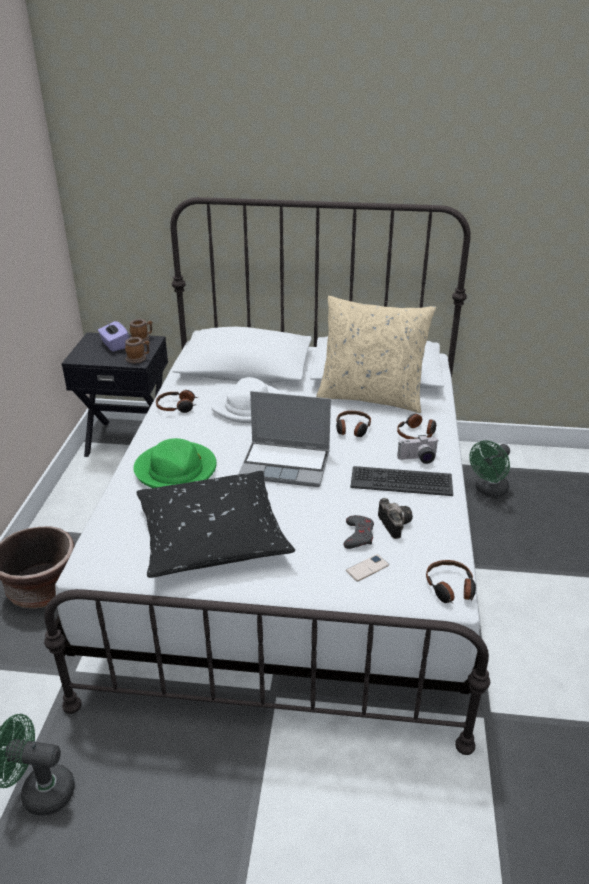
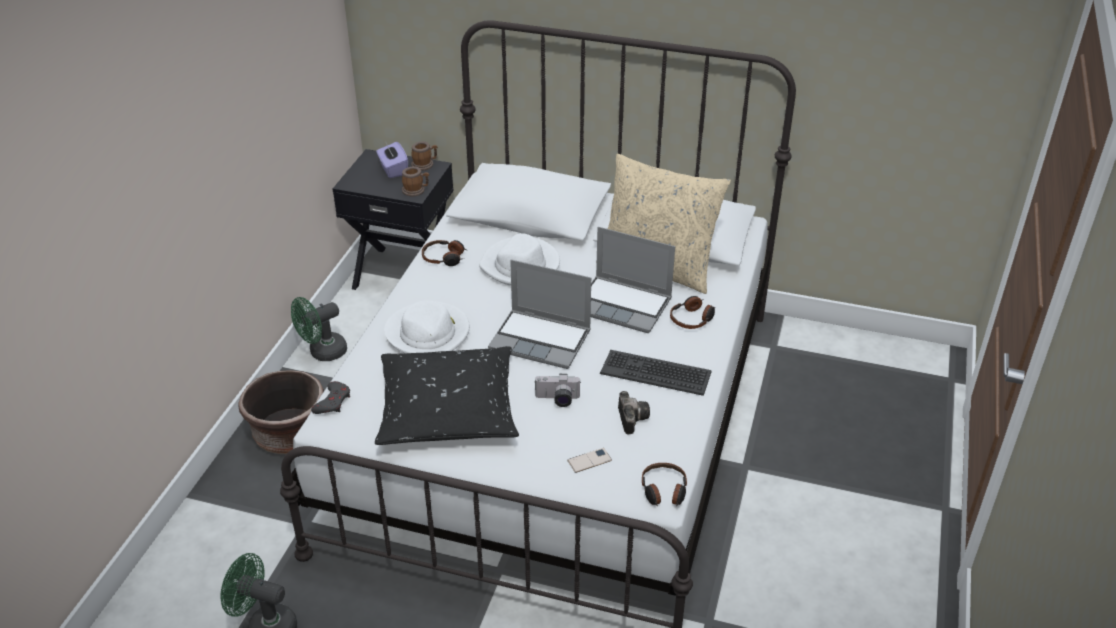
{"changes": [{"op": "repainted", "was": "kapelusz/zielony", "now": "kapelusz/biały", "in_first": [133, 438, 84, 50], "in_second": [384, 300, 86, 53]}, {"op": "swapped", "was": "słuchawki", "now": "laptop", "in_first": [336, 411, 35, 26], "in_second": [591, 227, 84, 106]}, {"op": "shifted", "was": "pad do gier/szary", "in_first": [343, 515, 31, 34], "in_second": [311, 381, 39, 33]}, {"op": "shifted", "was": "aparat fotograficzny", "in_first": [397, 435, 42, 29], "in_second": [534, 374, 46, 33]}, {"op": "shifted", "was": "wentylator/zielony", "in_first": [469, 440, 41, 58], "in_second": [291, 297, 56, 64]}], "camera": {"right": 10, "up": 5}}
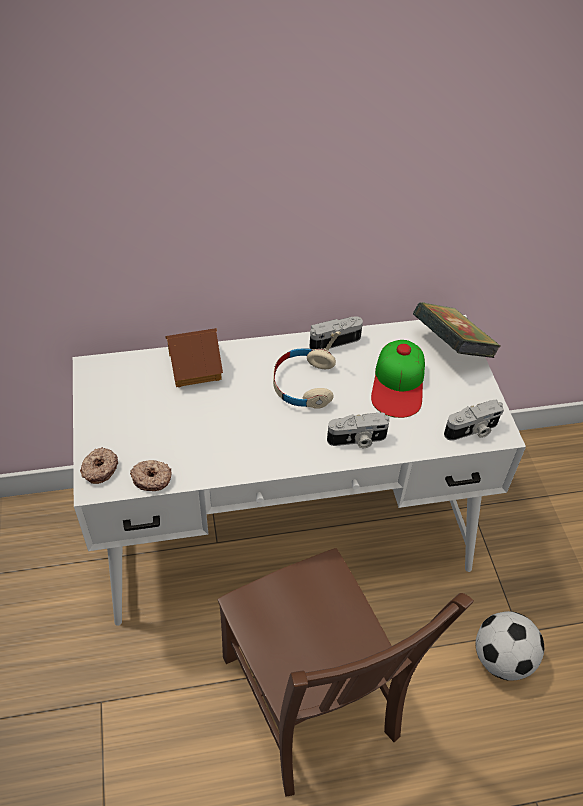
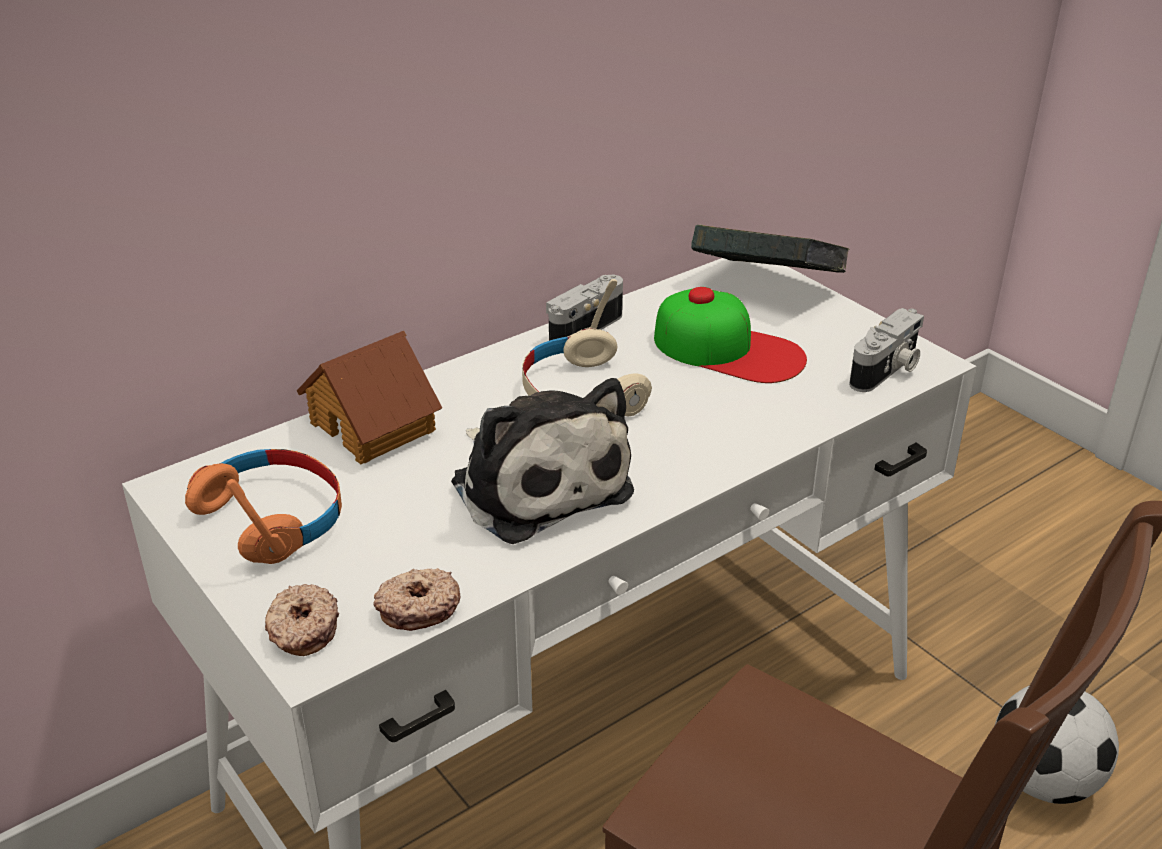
{"changes": [{"op": "gone", "was": "aparat fotograficzny", "in_first": [327, 412, 63, 36]}, {"op": "rotated", "was": "czapka z daszkiem", "in_first": [371, 340, 54, 78], "in_second": [654, 287, 153, 96], "clockwise": -45}, {"op": "new", "now": "słuchawki/pomarańczowy", "in_second": [185, 449, 157, 115]}, {"op": "new", "now": "pluszak", "in_second": [451, 378, 183, 166]}], "camera": {"right": -25, "up": -15}}
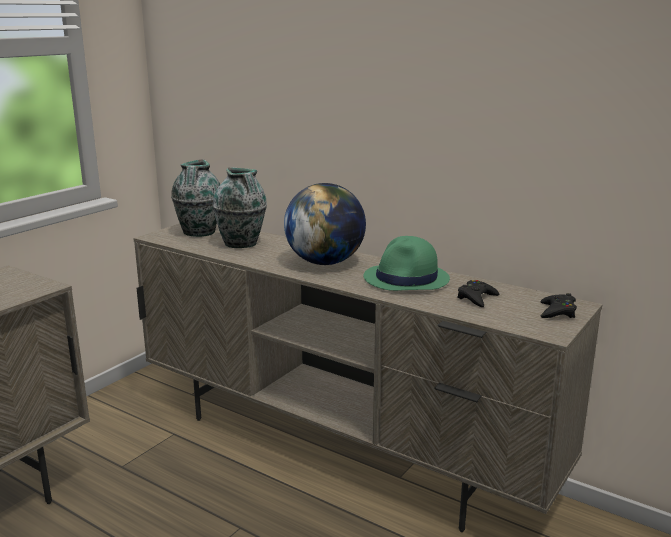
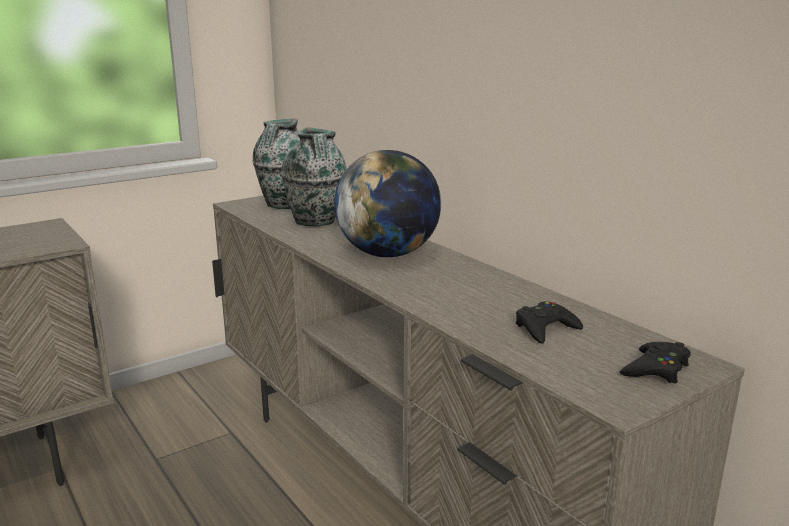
{"changes": [{"op": "gone", "was": "kapelusz/zielony", "in_first": [363, 236, 87, 55]}], "camera": {"right": 20, "up": 0}}
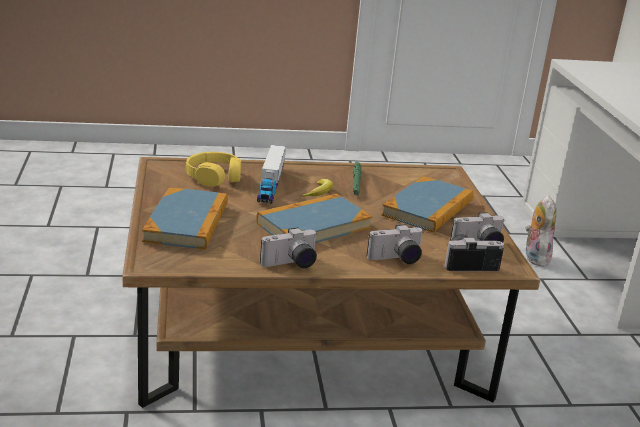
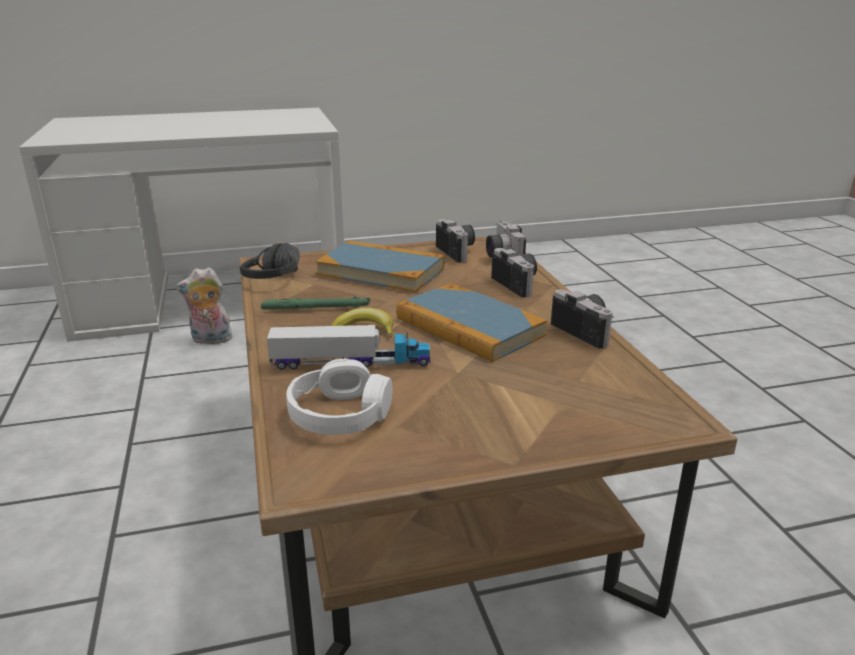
{"changes": [{"op": "gone", "was": "książka", "in_first": [142, 187, 86, 63]}, {"op": "repainted", "was": "słuchawki/żółty", "now": "słuchawki/biały", "in_first": [186, 152, 55, 35], "in_second": [286, 359, 106, 76]}, {"op": "new", "now": "słuchawki/czarny", "in_second": [240, 243, 60, 36]}], "camera": {"right": -95, "up": 0}}
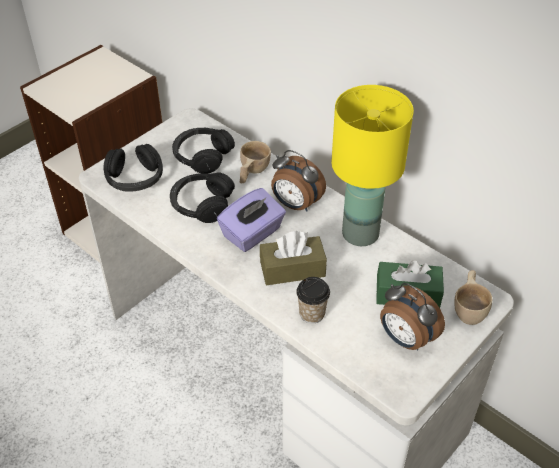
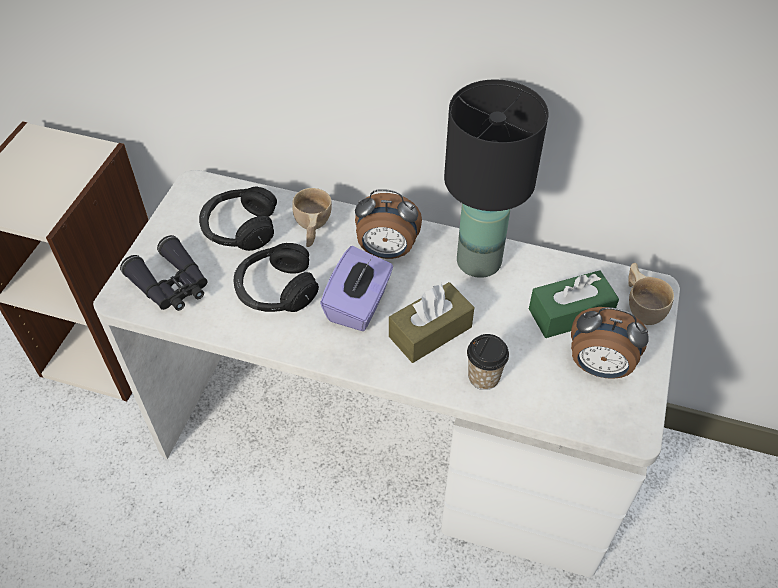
{"changes": [{"op": "swapped", "was": "słuchawki/czarny", "now": "lornetka/czarny", "in_first": [103, 144, 60, 48], "in_second": [120, 235, 88, 76]}, {"op": "repainted", "was": "lampa stołowa/żółty", "now": "lampa stołowa/czarny", "in_first": [332, 85, 82, 161], "in_second": [444, 79, 105, 199]}], "camera": {"right": -25, "up": 5}}
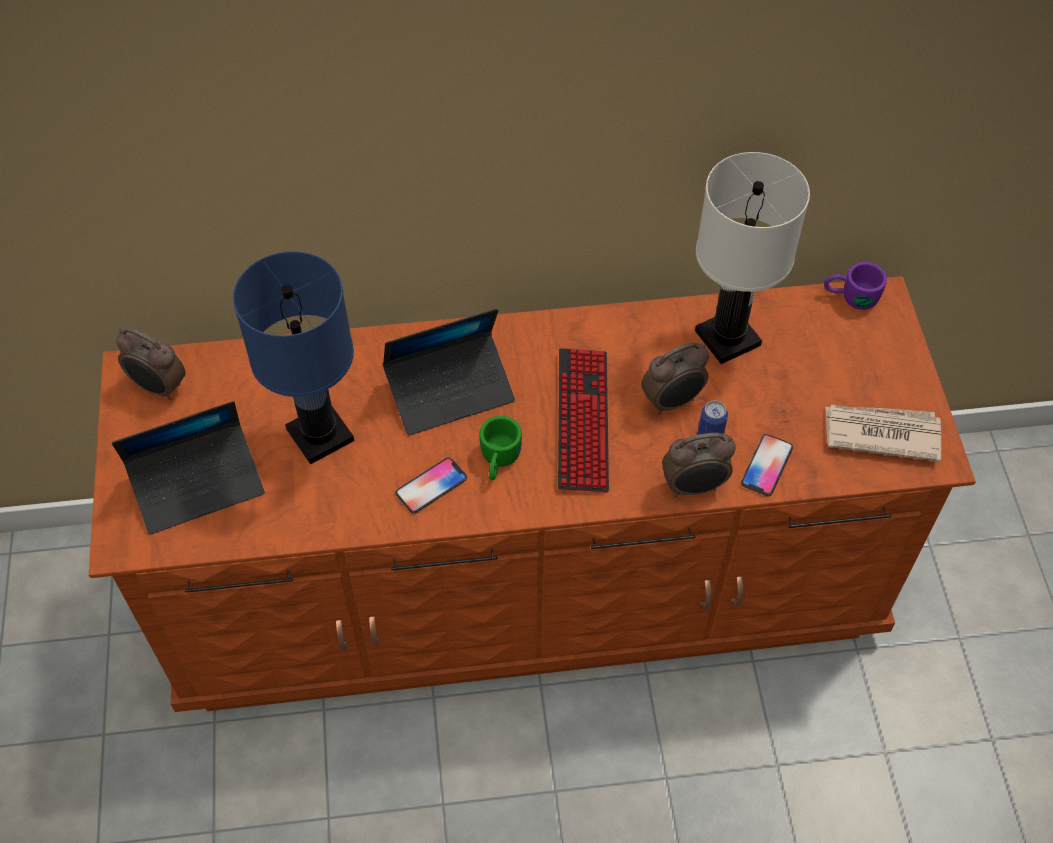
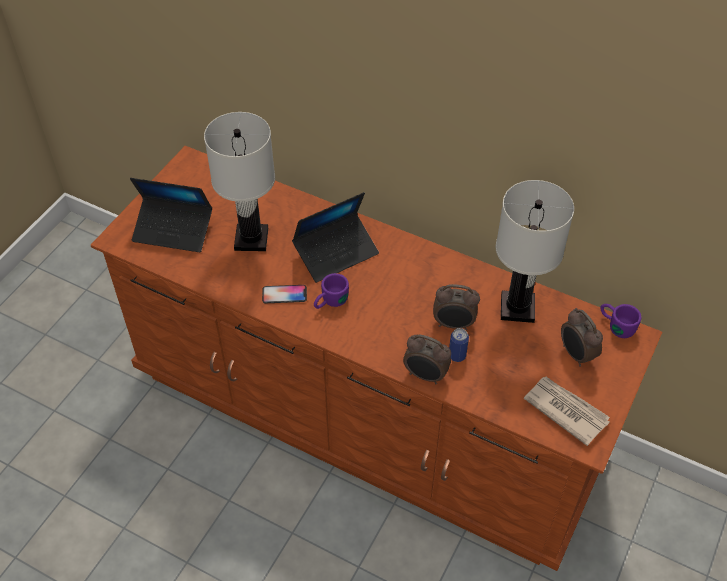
{"changes": [{"op": "shifted", "was": "budzik", "in_first": [116, 328, 70, 72], "in_second": [561, 308, 42, 59]}, {"op": "repainted", "was": "lampa stołowa/niebieski", "now": "lampa stołowa/biały", "in_first": [233, 251, 121, 213], "in_second": [204, 112, 71, 139]}, {"op": "rotated", "was": "laptop", "in_first": [383, 308, 132, 127], "in_second": [292, 192, 87, 91], "clockwise": -45}, {"op": "repainted", "was": "kubek/zielony", "now": "kubek/fioletowy", "in_first": [479, 416, 43, 64], "in_second": [314, 273, 35, 36]}, {"op": "gone", "was": "klawiatura", "in_first": [558, 348, 51, 144]}, {"op": "gone", "was": "telefon", "in_first": [741, 434, 52, 62]}], "camera": {"right": 35, "up": -5}}
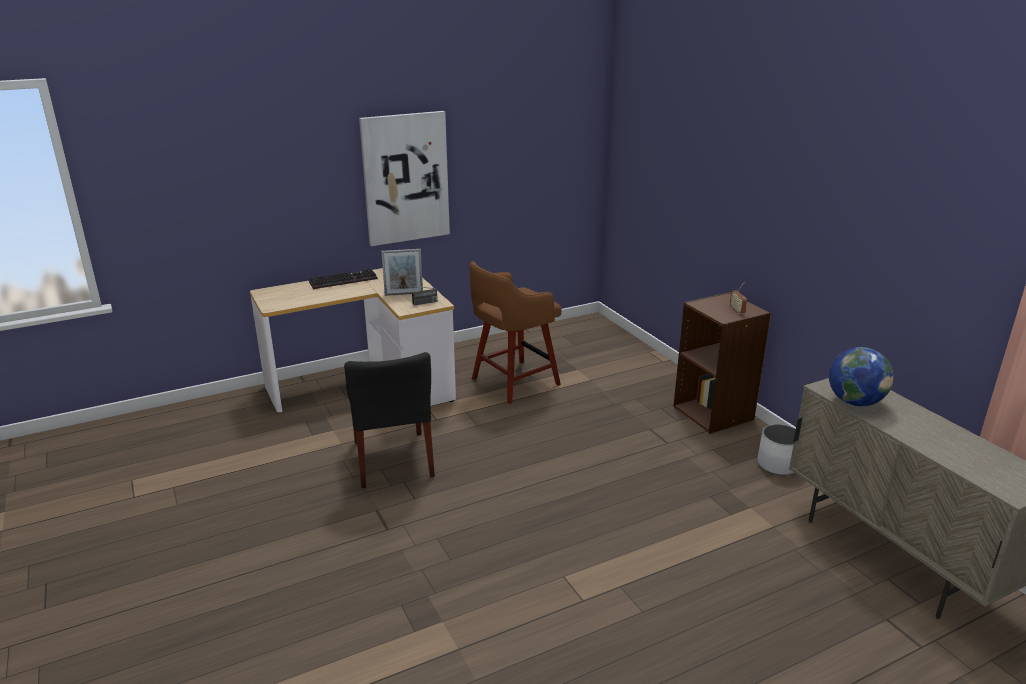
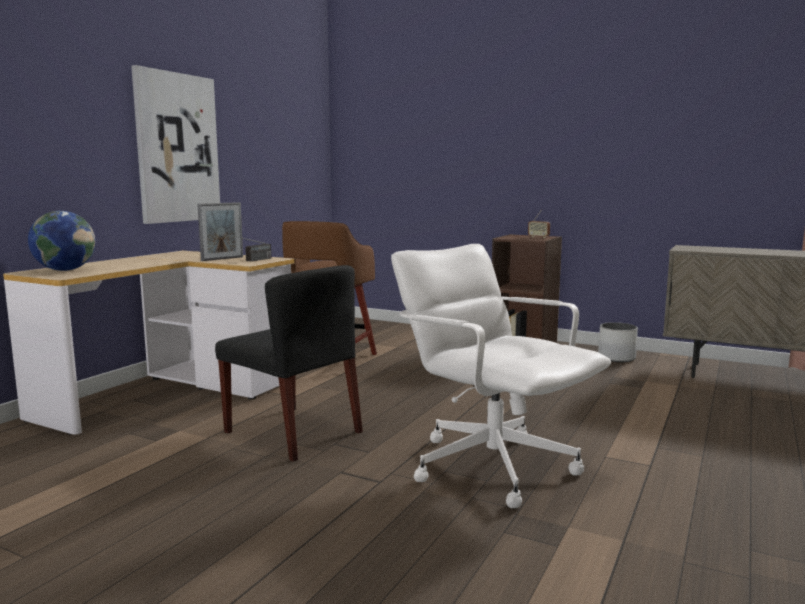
{"changes": [{"op": "gone", "was": "klawiatura", "in_first": [309, 269, 69, 20]}, {"op": "shifted", "was": "globus", "in_first": [829, 347, 65, 59], "in_second": [28, 211, 68, 60]}, {"op": "new", "now": "krzesło biurowe/biały", "in_second": [391, 244, 220, 264]}], "camera": {"right": -35, "up": -15}}
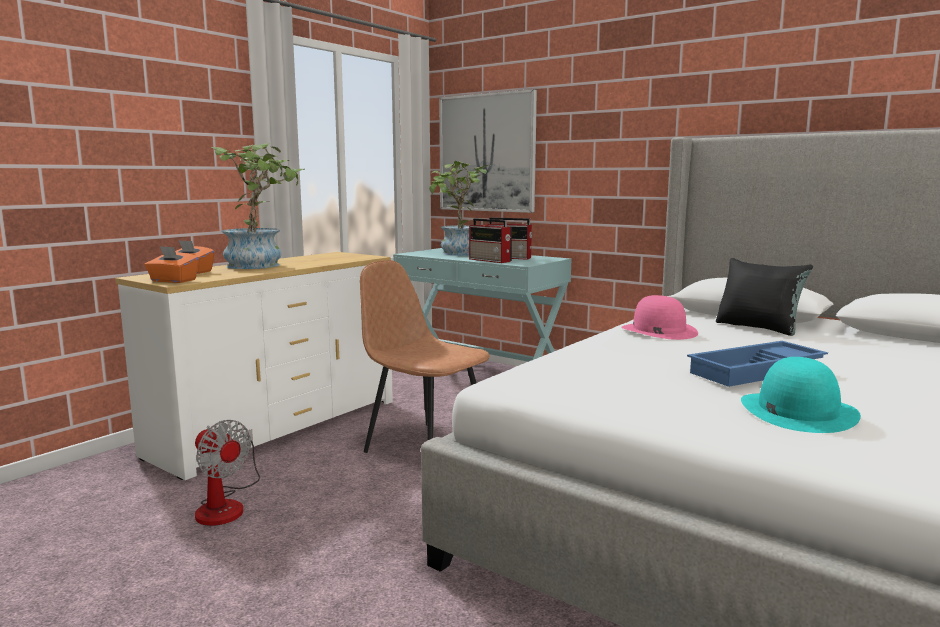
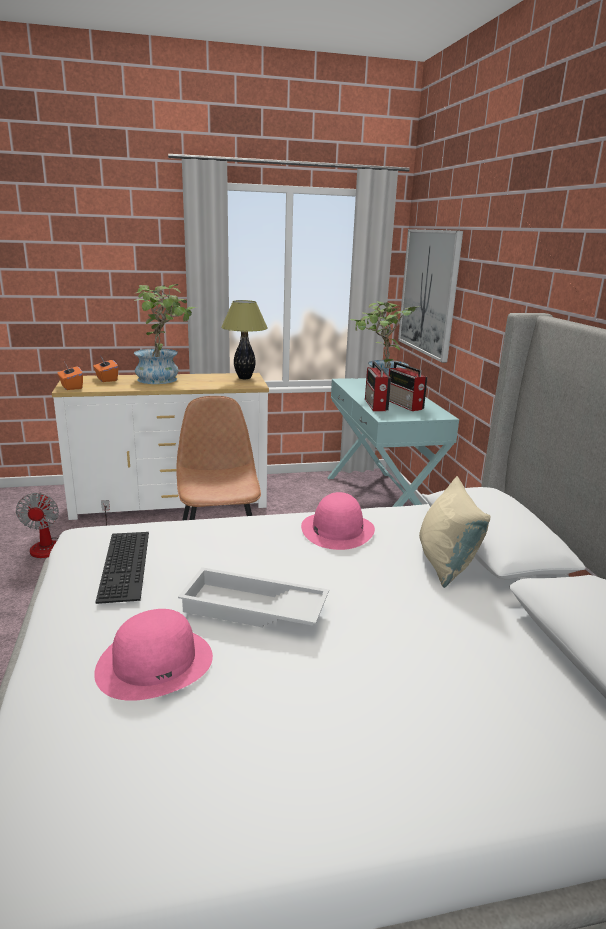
{"changes": [{"op": "repainted", "was": "taca/niebieski", "now": "taca/biały", "in_first": [687, 341, 141, 46], "in_second": [178, 567, 151, 61]}, {"op": "repainted", "was": "poduszka/czarny", "now": "poduszka/beżowy", "in_first": [716, 258, 97, 78], "in_second": [419, 476, 71, 112]}, {"op": "repainted", "was": "kapelusz/turkusowy", "now": "kapelusz/różowy", "in_first": [741, 357, 120, 76], "in_second": [94, 609, 119, 92]}, {"op": "new", "now": "klawiatura", "in_second": [96, 532, 53, 72]}, {"op": "new", "now": "lampa stołowa", "in_second": [221, 300, 47, 79]}], "camera": {"right": 40, "up": 10}}
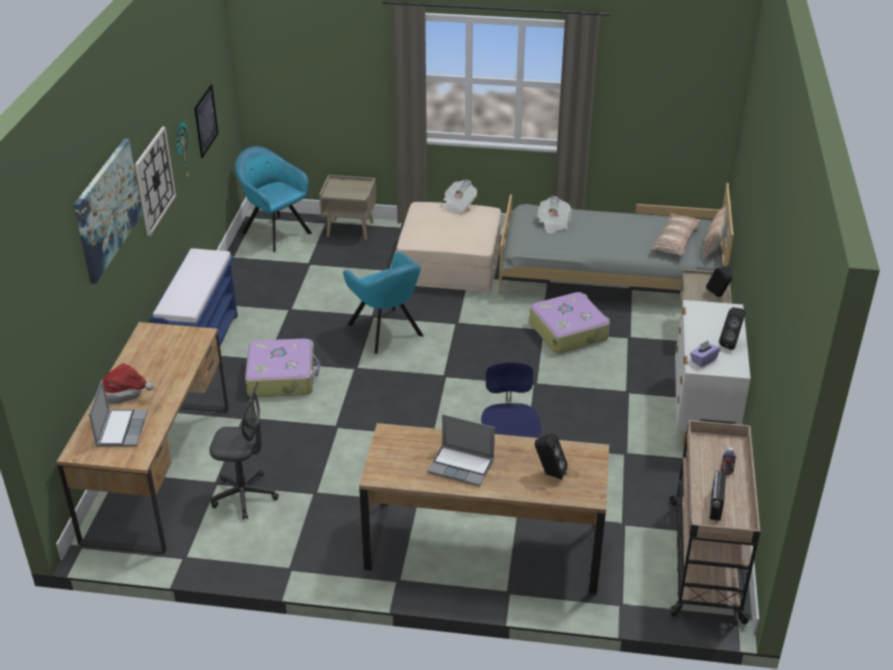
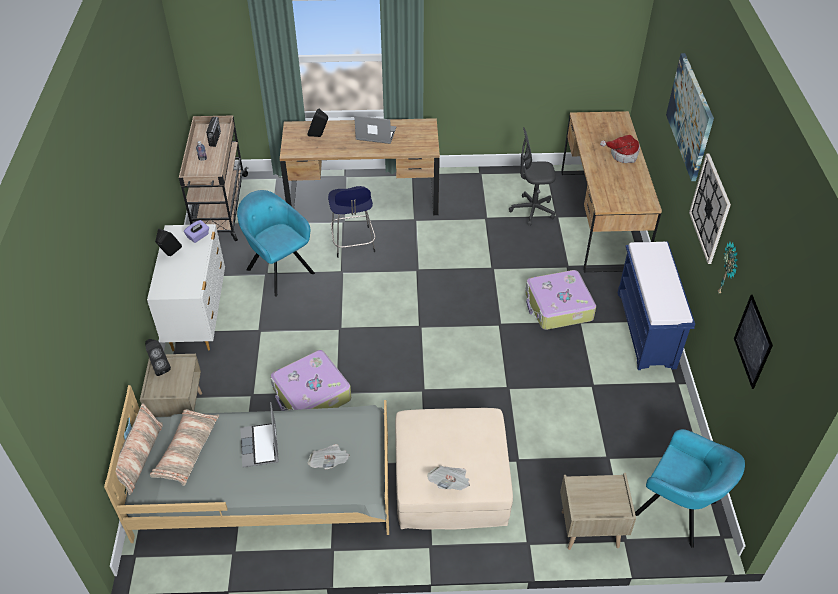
{"changes": [{"op": "shifted", "was": "laptop", "in_first": [89, 379, 59, 68], "in_second": [240, 402, 39, 66]}, {"op": "shifted", "was": "fotel/turkusowy", "in_first": [343, 252, 81, 102], "in_second": [237, 190, 78, 107]}], "camera": {"right": 170, "up": 10}}
